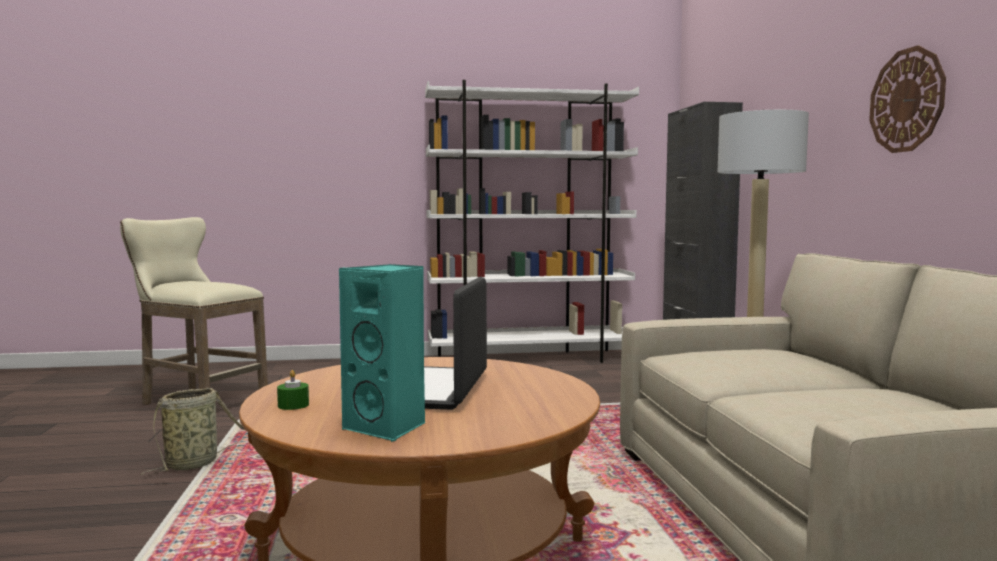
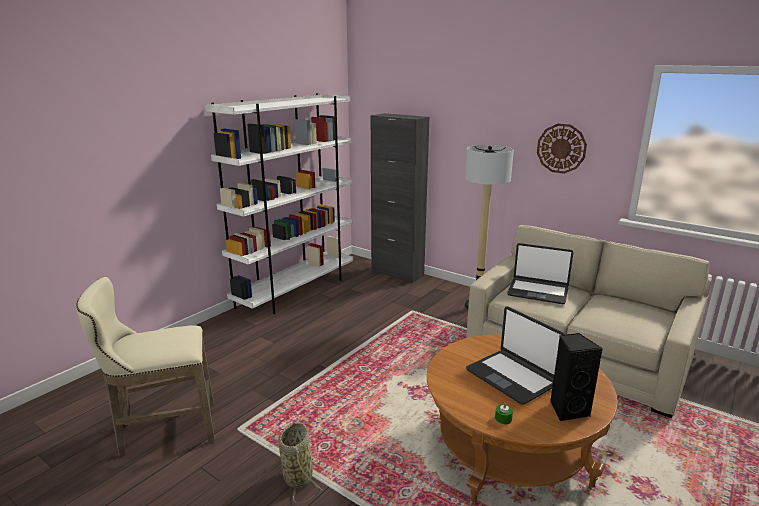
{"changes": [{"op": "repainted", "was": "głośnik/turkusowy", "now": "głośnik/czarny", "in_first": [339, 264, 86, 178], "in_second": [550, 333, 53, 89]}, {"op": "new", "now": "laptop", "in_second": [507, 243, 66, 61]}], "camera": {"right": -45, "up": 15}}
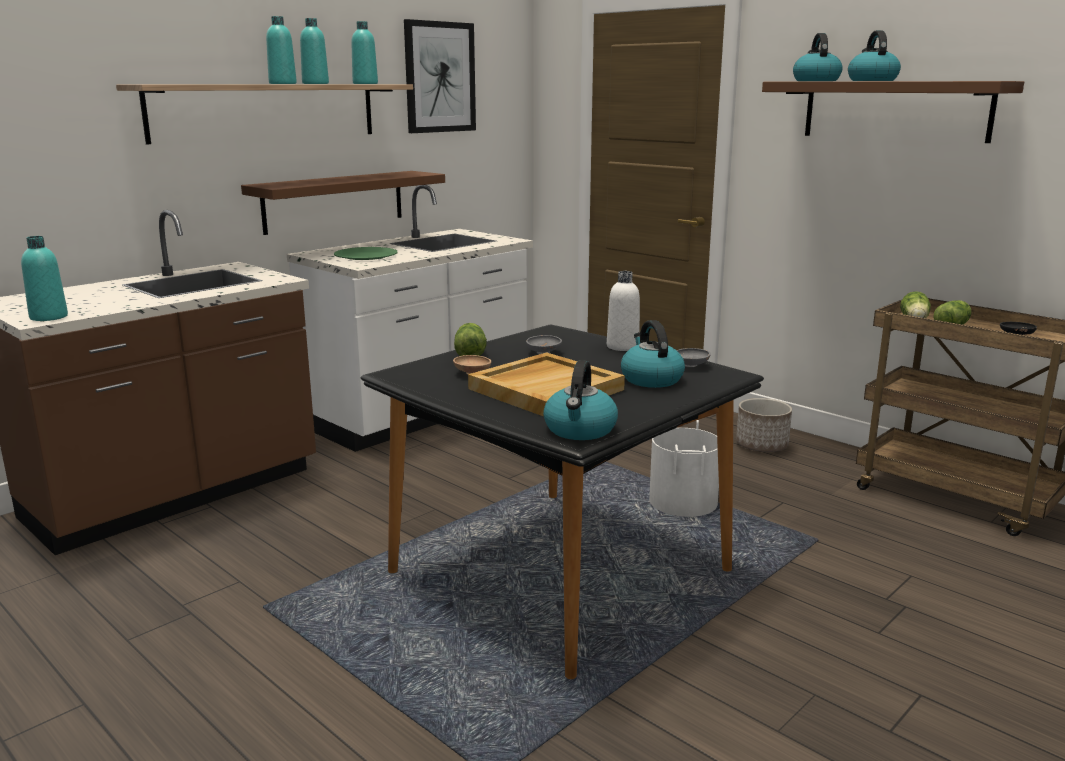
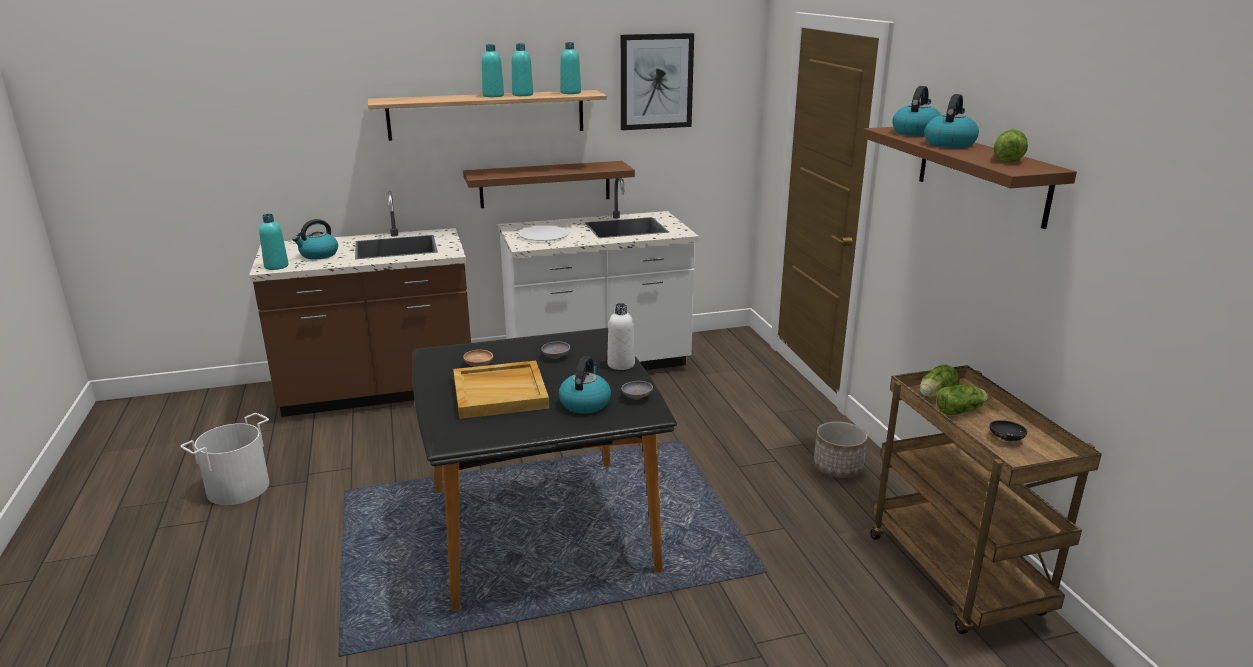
{"changes": [{"op": "repainted", "was": "talerz/zielony", "now": "talerz/biały", "in_first": [334, 247, 63, 13], "in_second": [519, 226, 50, 15]}, {"op": "shifted", "was": "sałata", "in_first": [454, 323, 33, 33], "in_second": [994, 129, 34, 34]}, {"op": "shifted", "was": "czajnik", "in_first": [543, 360, 75, 80], "in_second": [292, 219, 46, 40]}, {"op": "shifted", "was": "wiadro/biały", "in_first": [649, 420, 70, 97], "in_second": [180, 413, 89, 92]}], "camera": {"right": 30, "up": 5}}
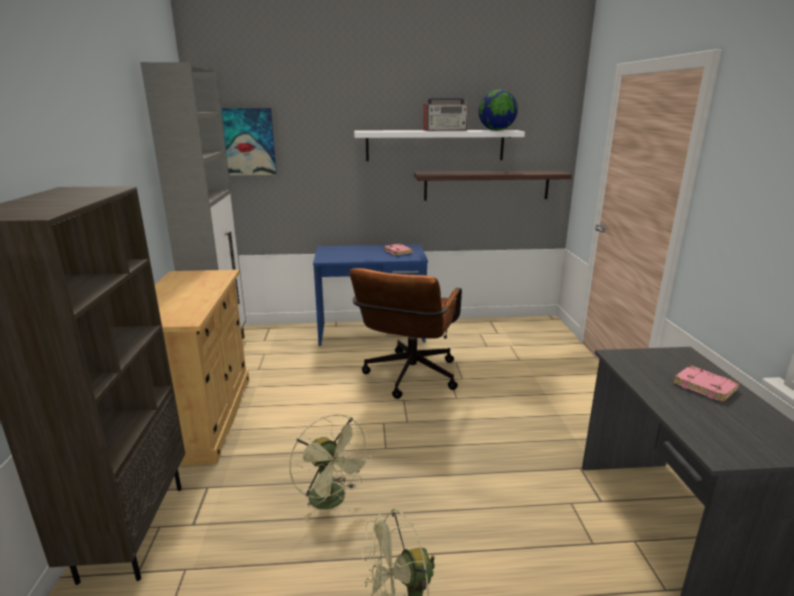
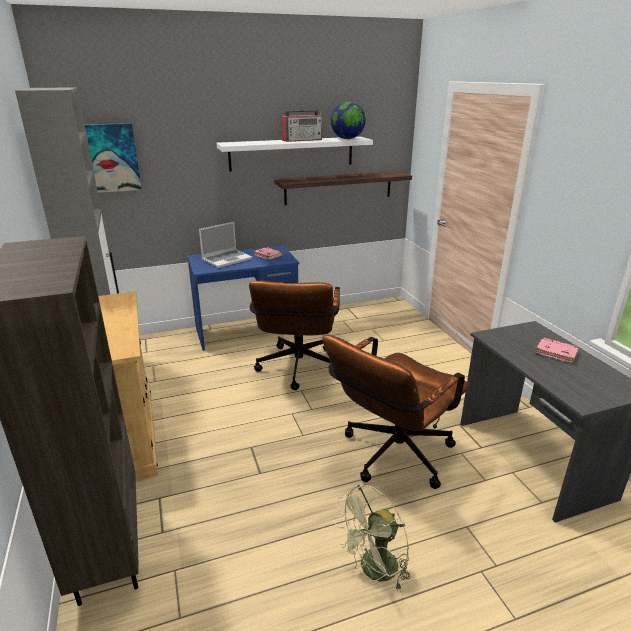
{"changes": [{"op": "gone", "was": "wentylator/zielony", "in_first": [289, 414, 83, 106]}, {"op": "new", "now": "laptop", "in_second": [199, 222, 53, 46]}, {"op": "new", "now": "krzesło biurowe/brązowy", "in_second": [322, 335, 148, 154]}], "camera": {"right": -15, "up": 5}}
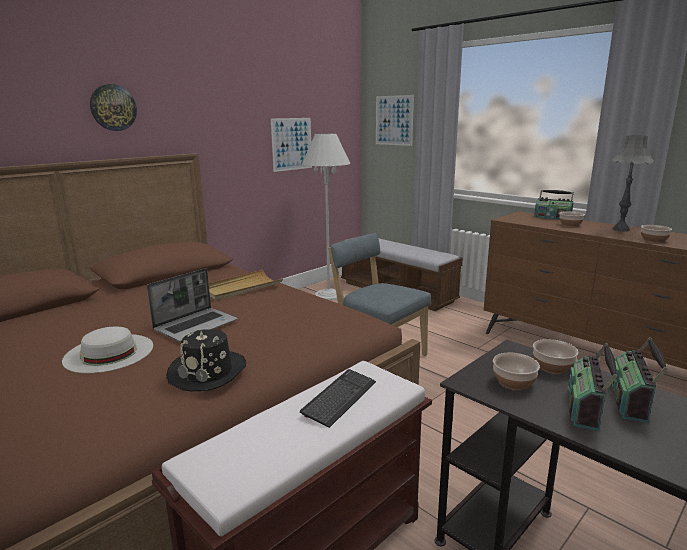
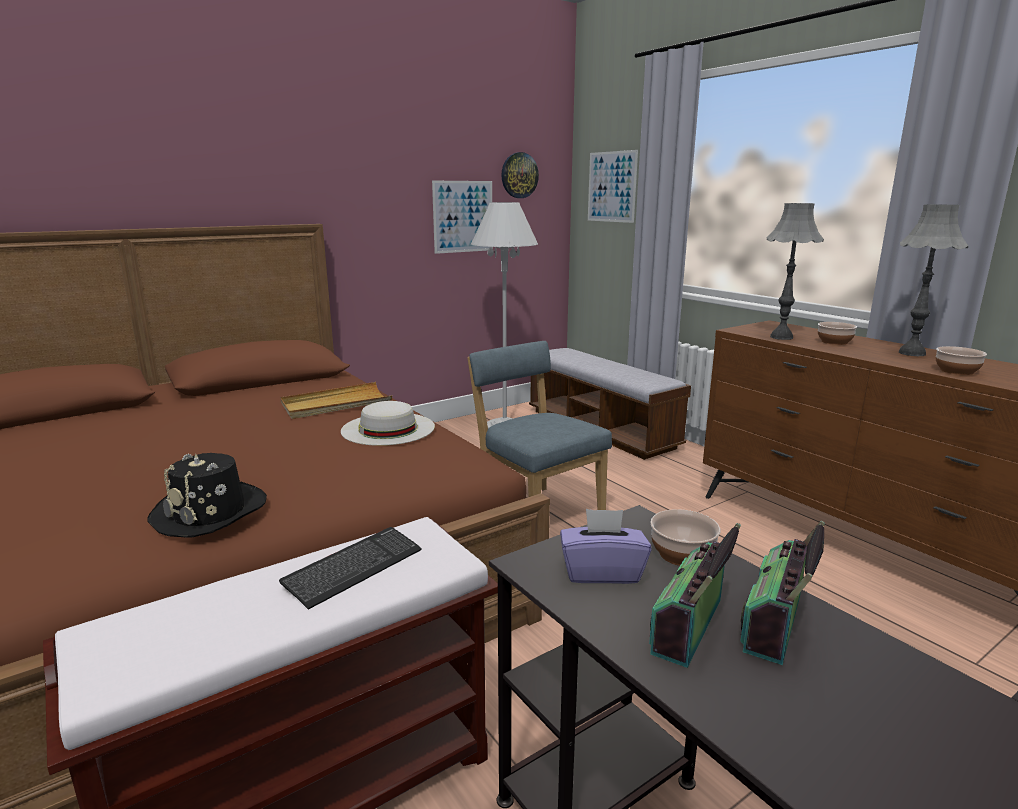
{"changes": [{"op": "shifted", "was": "kapelusz/biały", "in_first": [62, 327, 91, 46], "in_second": [341, 401, 94, 45]}, {"op": "shifted", "was": "zegar ścienny", "in_first": [90, 84, 47, 47], "in_second": [501, 152, 38, 46]}, {"op": "gone", "was": "laptop", "in_first": [147, 268, 91, 74]}, {"op": "swapped", "was": "miska", "now": "pudełko chusteczek/fioletowy", "in_first": [493, 353, 47, 37], "in_second": [560, 509, 92, 75]}, {"op": "gone", "was": "radio", "in_first": [534, 190, 40, 30]}, {"op": "new", "now": "lampa stołowa/szary", "in_second": [767, 203, 57, 137]}], "camera": {"right": 10, "up": 0}}
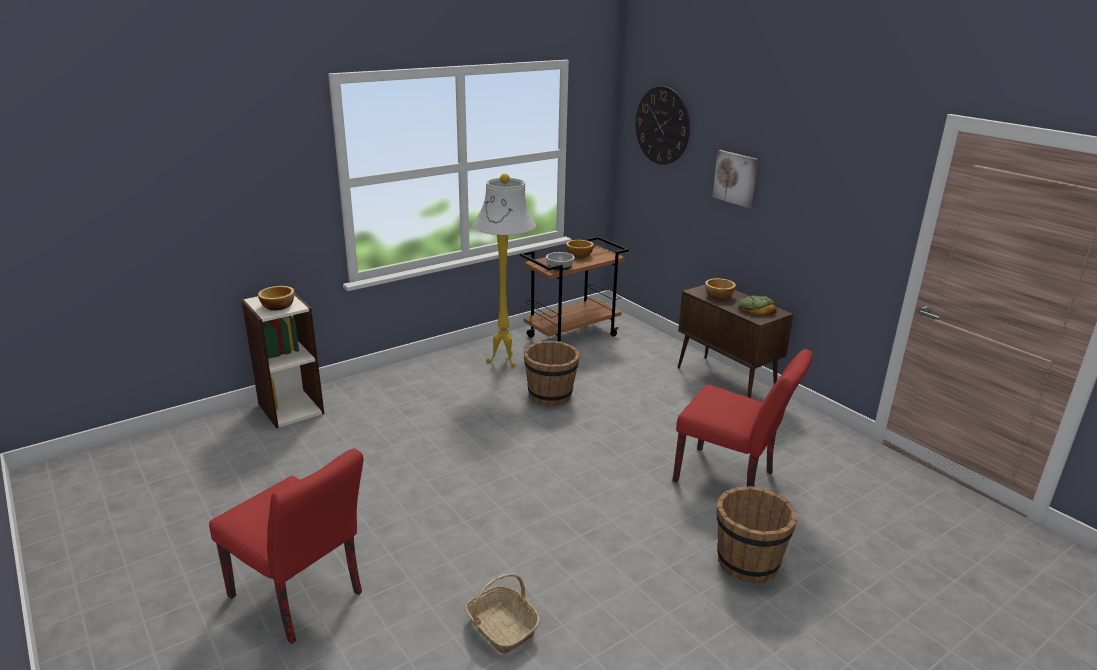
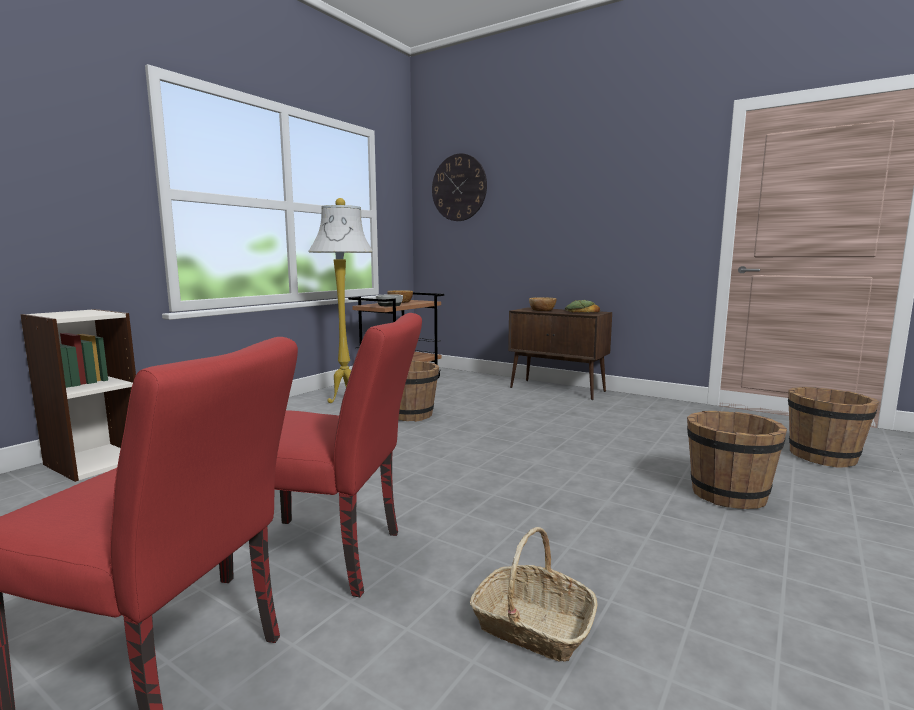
{"changes": [{"op": "gone", "was": "miska", "in_first": [258, 286, 37, 25]}, {"op": "shifted", "was": "krzesło/czerwony", "in_first": [673, 349, 140, 138], "in_second": [219, 313, 203, 284]}, {"op": "gone", "was": "obraz", "in_first": [713, 150, 45, 58]}, {"op": "new", "now": "wiadro/brązowy", "in_second": [788, 387, 91, 80]}], "camera": {"right": -20, "up": -15}}
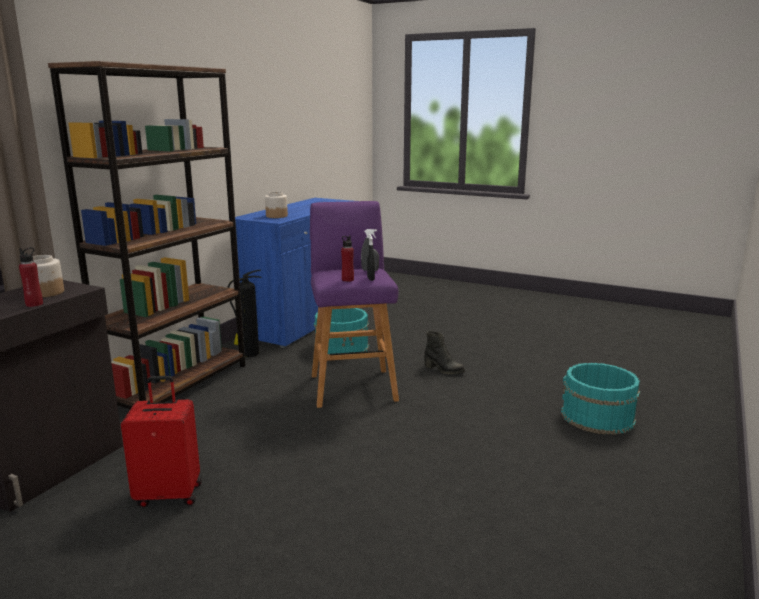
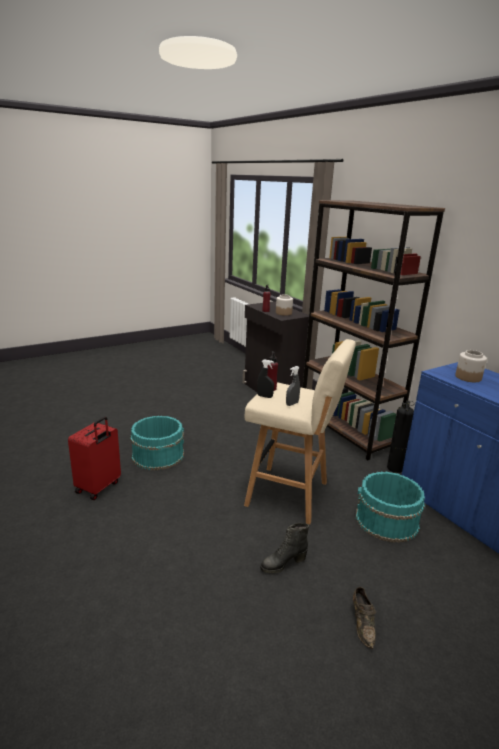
{"changes": [{"op": "shifted", "was": "walizka/czerwony", "in_first": [121, 376, 81, 131], "in_second": [68, 416, 53, 84]}, {"op": "repainted", "was": "stołek/fioletowy", "now": "stołek/beżowy", "in_first": [310, 201, 89, 207], "in_second": [244, 339, 112, 186]}, {"op": "shifted", "was": "wiadro/turkusowy", "in_first": [561, 363, 79, 72], "in_second": [130, 416, 54, 54]}, {"op": "new", "now": "but/brązowy", "in_second": [353, 587, 23, 62]}], "camera": {"right": 120, "up": 5}}
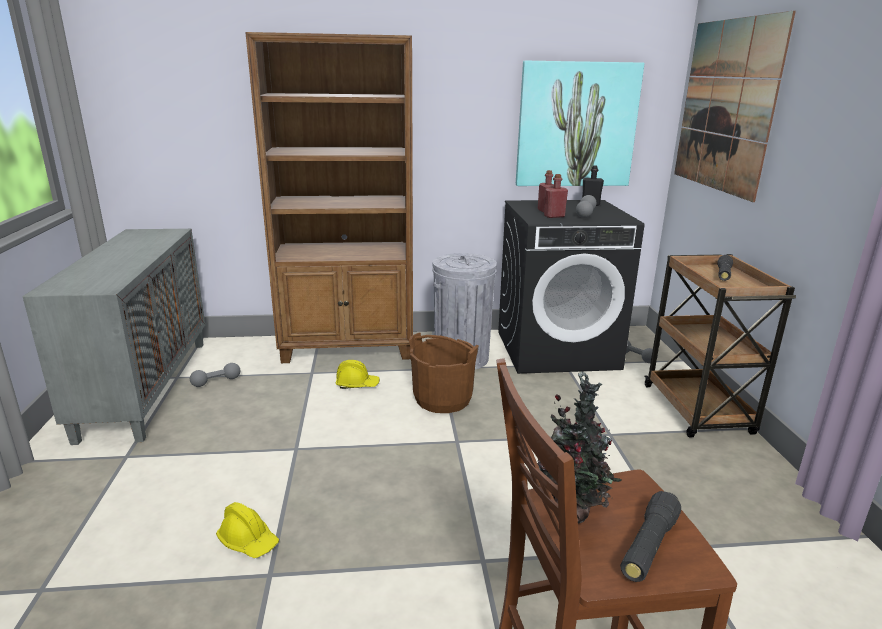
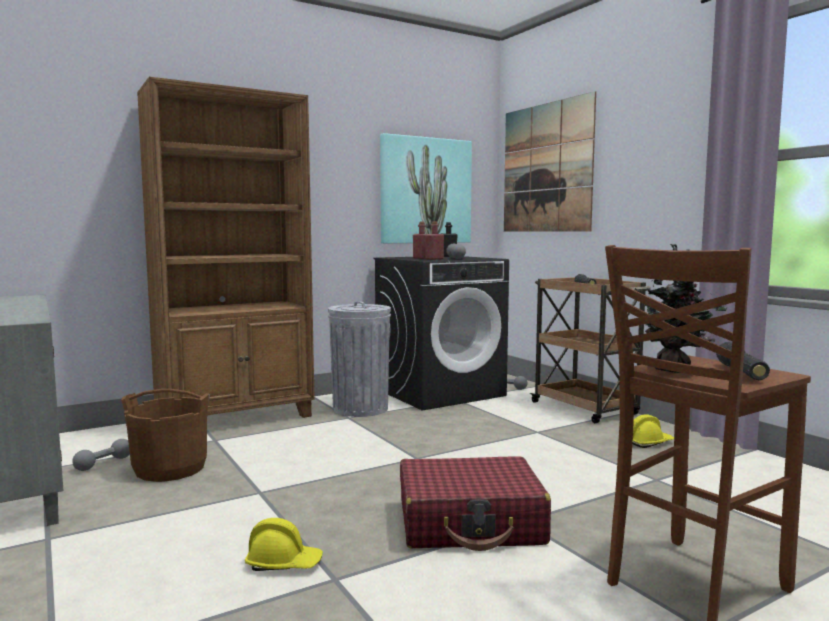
{"changes": [{"op": "shifted", "was": "kask/żółty", "in_first": [336, 360, 44, 29], "in_second": [632, 414, 42, 34]}, {"op": "shifted", "was": "wiadro/brązowy", "in_first": [409, 333, 70, 80], "in_second": [121, 389, 89, 93]}, {"op": "new", "now": "walizka/czerwony", "in_second": [400, 456, 151, 95]}], "camera": {"right": -25, "up": -15}}
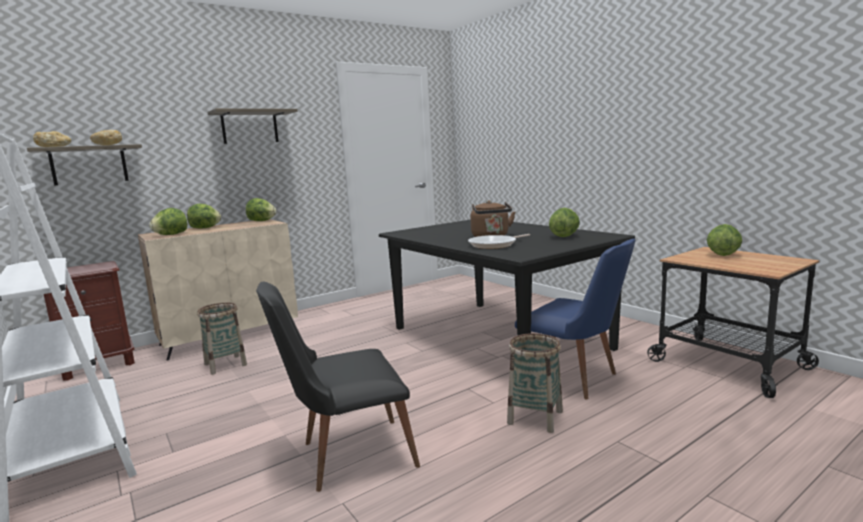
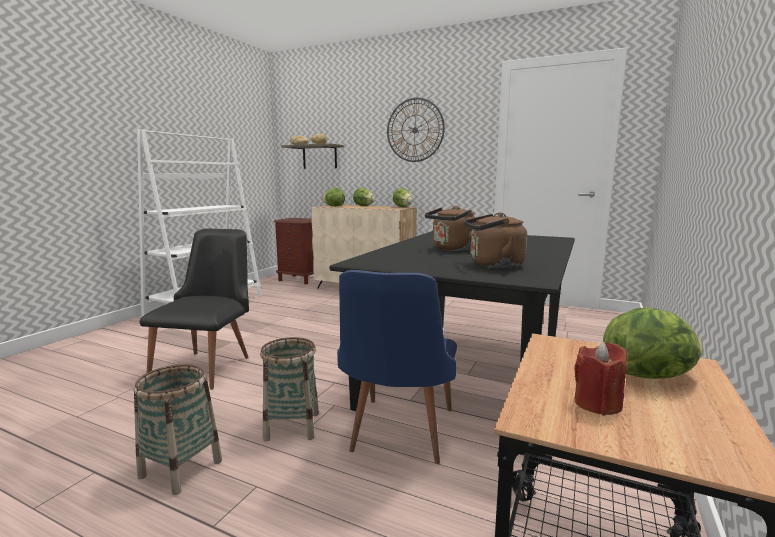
{"changes": [{"op": "shifted", "was": "koszyk", "in_first": [197, 303, 50, 72], "in_second": [134, 364, 88, 131]}, {"op": "swapped", "was": "półka", "now": "zegar ścienny", "in_first": [207, 108, 91, 36], "in_second": [387, 98, 58, 64]}, {"op": "rotated", "was": "krzesło/czarny", "in_first": [256, 282, 164, 210], "in_second": [140, 229, 109, 161], "clockwise": 60}, {"op": "gone", "was": "patelnia", "in_first": [468, 234, 62, 15]}, {"op": "swapped", "was": "sałata", "now": "czajnik/brązowy", "in_first": [549, 208, 31, 29], "in_second": [464, 213, 63, 56]}, {"op": "new", "now": "świeca/czerwony", "in_second": [574, 342, 53, 74]}], "camera": {"right": 60, "up": 0}}
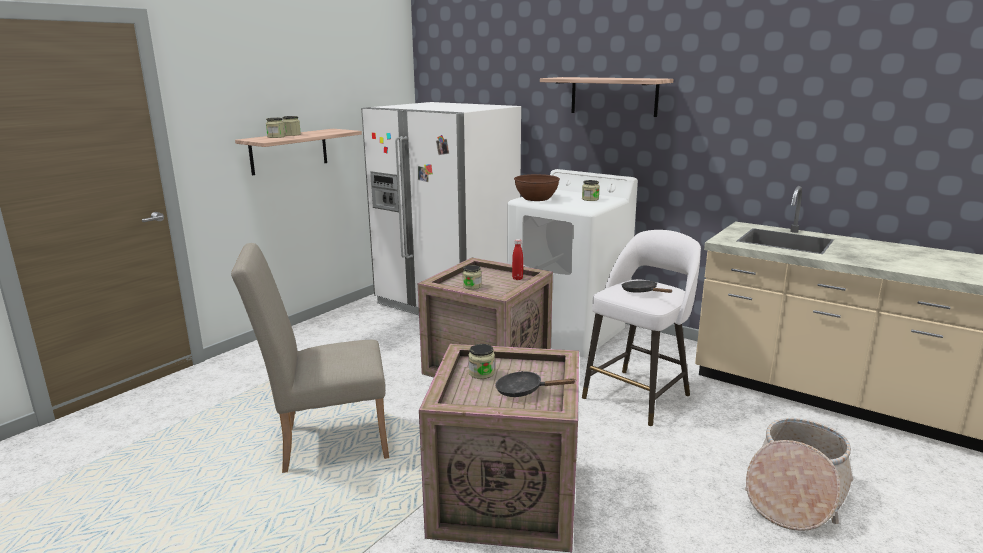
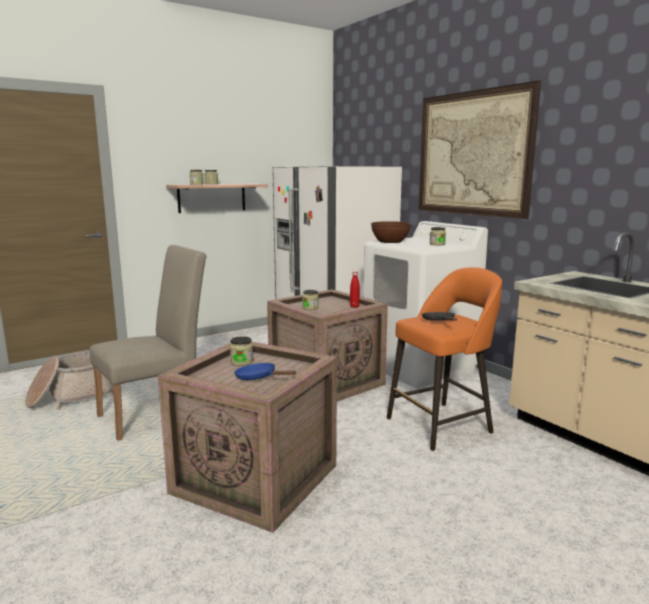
{"changes": [{"op": "rotated", "was": "krzesło/beżowy", "in_first": [231, 243, 158, 230], "in_second": [89, 245, 117, 196], "clockwise": 135}, {"op": "repainted", "was": "patelnia/czarny", "now": "patelnia/niebieski", "in_first": [495, 371, 80, 26], "in_second": [234, 363, 62, 17]}, {"op": "swapped", "was": "półka", "now": "obraz", "in_first": [540, 77, 133, 40], "in_second": [418, 80, 123, 139]}, {"op": "repainted", "was": "stołek/biały", "now": "stołek/pomarańczowy", "in_first": [582, 230, 119, 196], "in_second": [387, 267, 115, 184]}, {"op": "shifted", "was": "koszyk", "in_first": [745, 418, 108, 113], "in_second": [25, 352, 88, 58]}], "camera": {"right": 20, "up": -5}}
